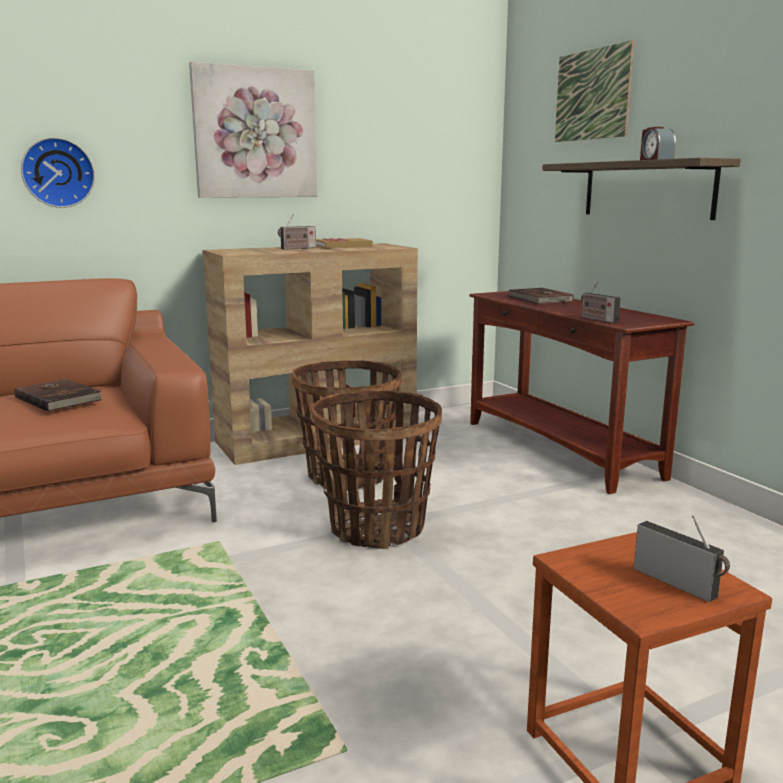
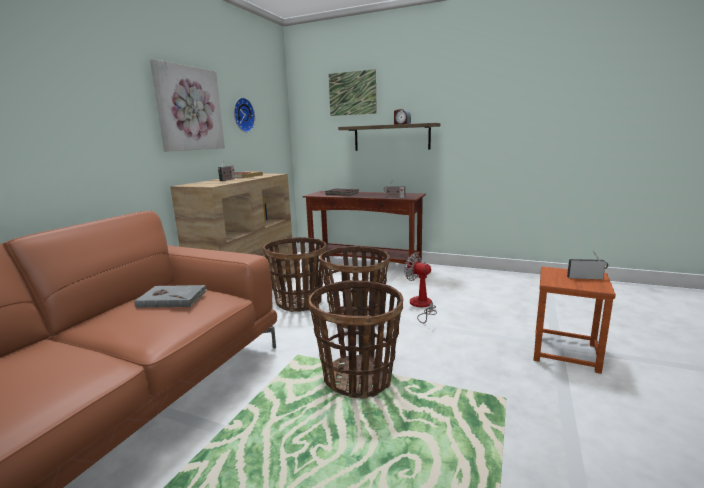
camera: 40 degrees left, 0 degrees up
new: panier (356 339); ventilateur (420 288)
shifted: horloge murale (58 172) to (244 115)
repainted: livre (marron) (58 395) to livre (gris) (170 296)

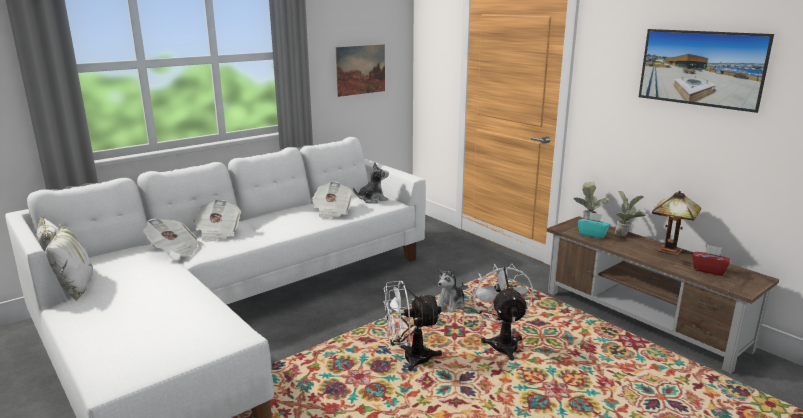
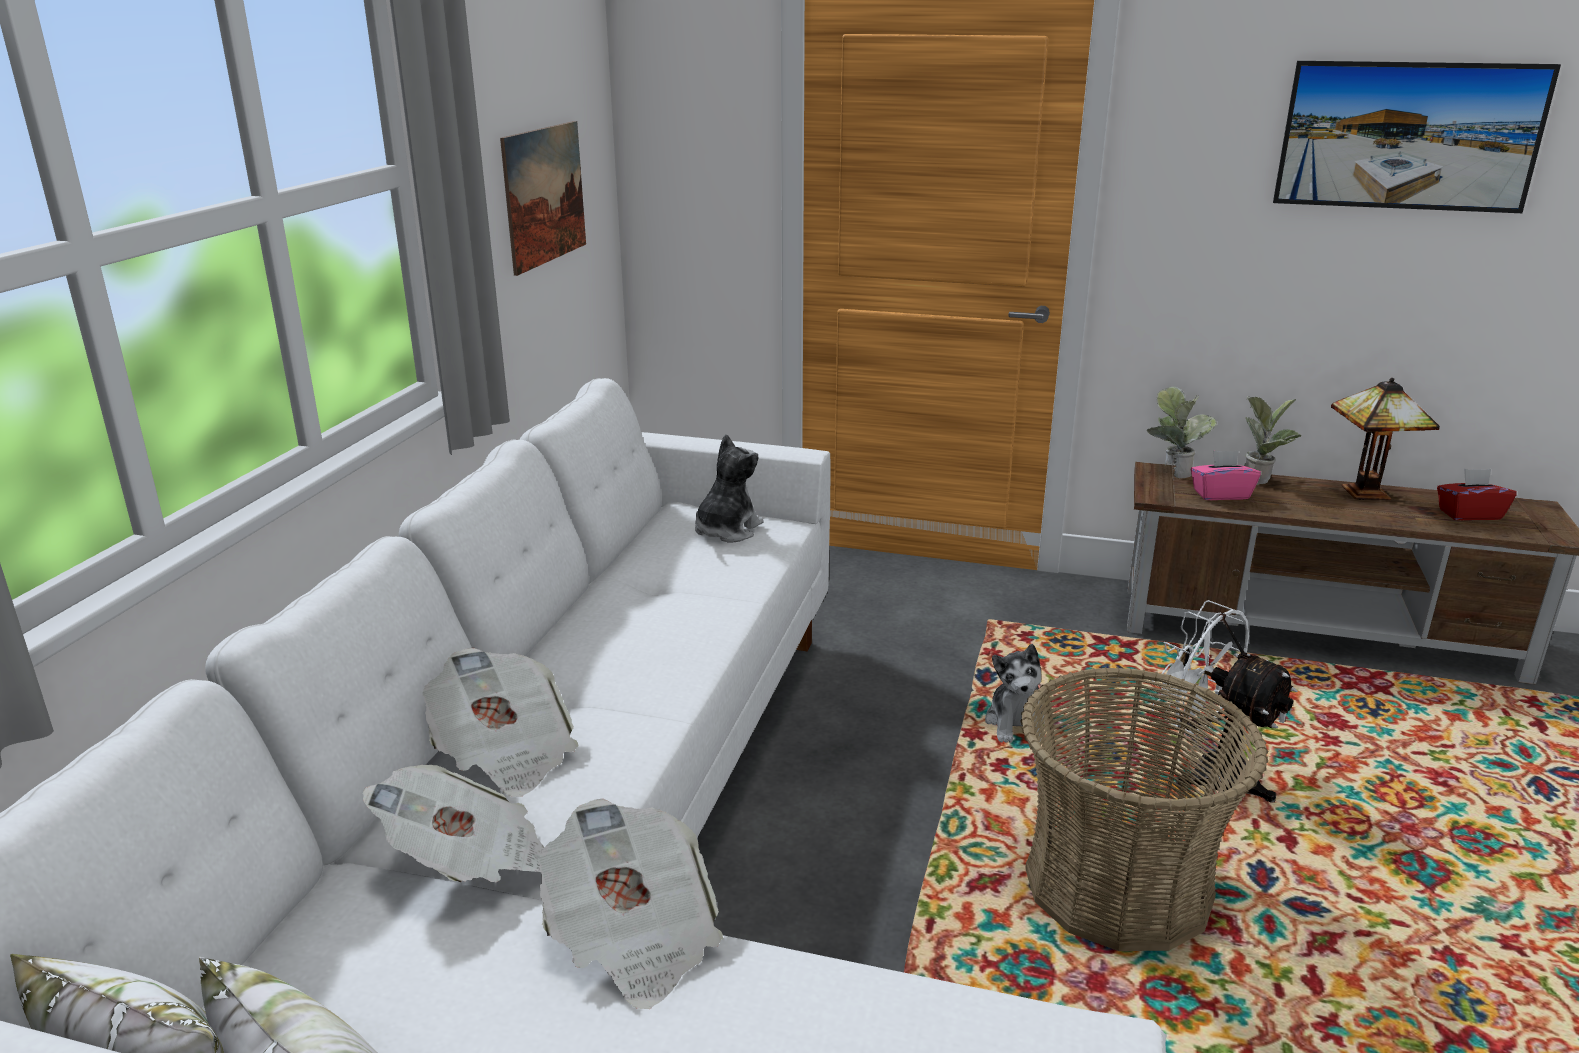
camera: 35 degrees left, 5 degrees up
shifted: journal (333 200) to (630 904)
swapped: ventilateur (blanc) (412 326) to panier (1144 809)
repainted: boîte à mouchoirs (turquoise) (594 225) to boîte à mouchoirs (rose) (1226 475)

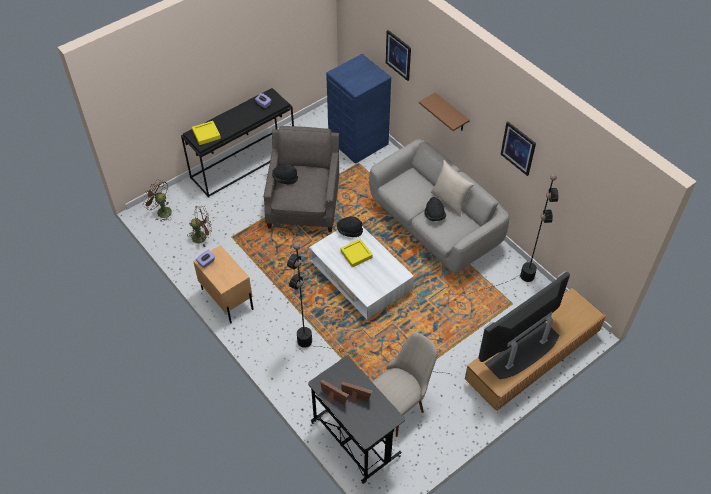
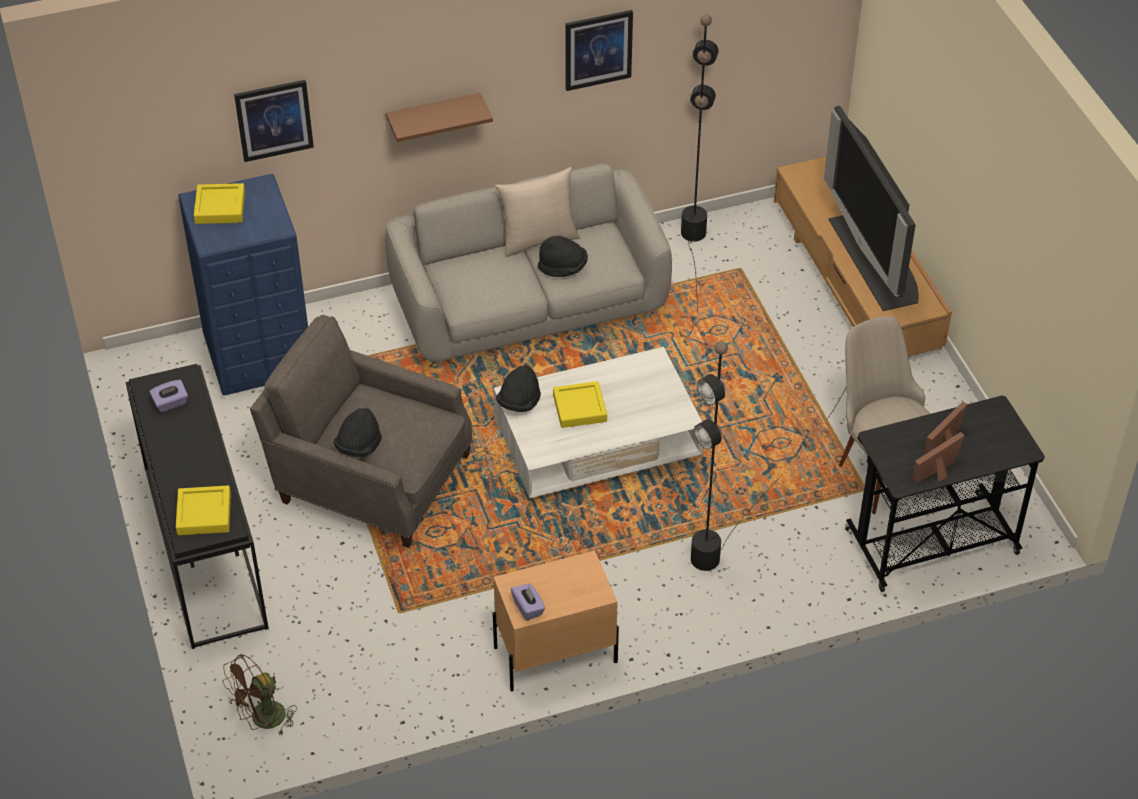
camera: 70 degrees left, 5 degrees down
gone: ventilateur (marron) (199 226)
new: plateau (jaune) (219 203)

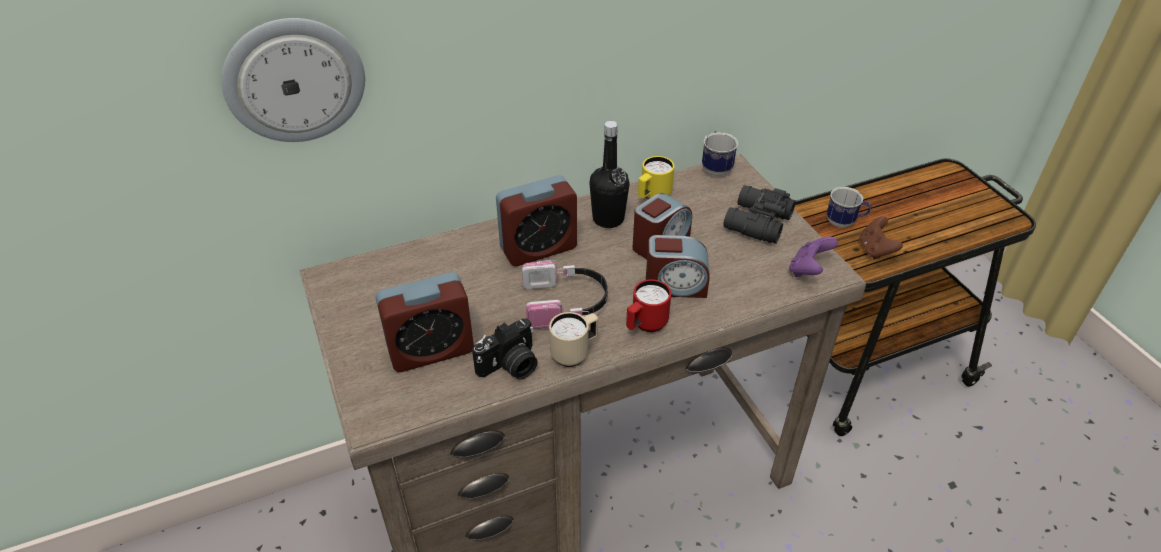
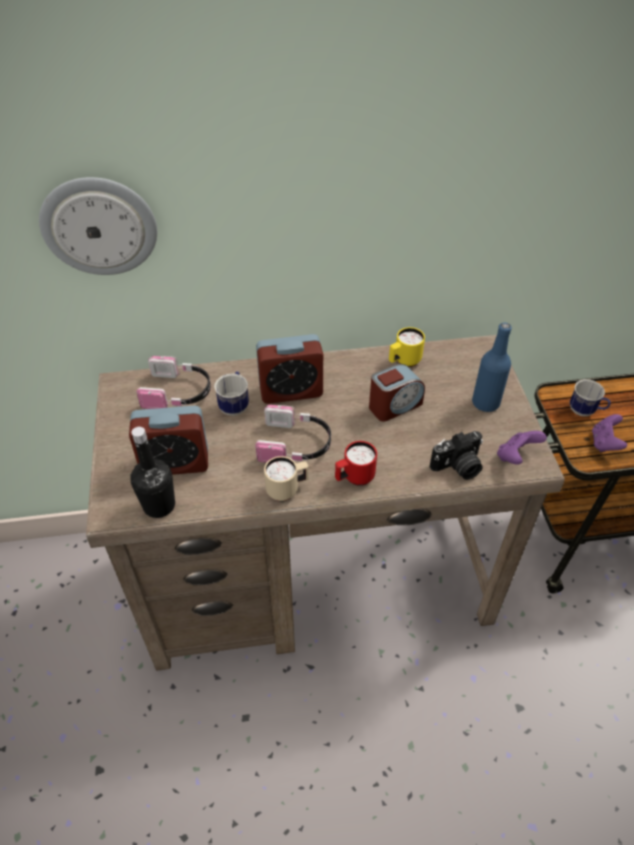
camera: 15 degrees right, 5 degrees up
gone: réveil (678 266)
new: casque audio (173 382)
shifted: bouteille (noir) (609 174) to (152 472); mug (720 153) to (231 393); appareil photo (505 349) to (456 455)
swapped: jumelles (noir) (759 214) to bouteille (bleu) (492 367)
repainted: manette (marron) (881 238) to manette (violet) (609 433)

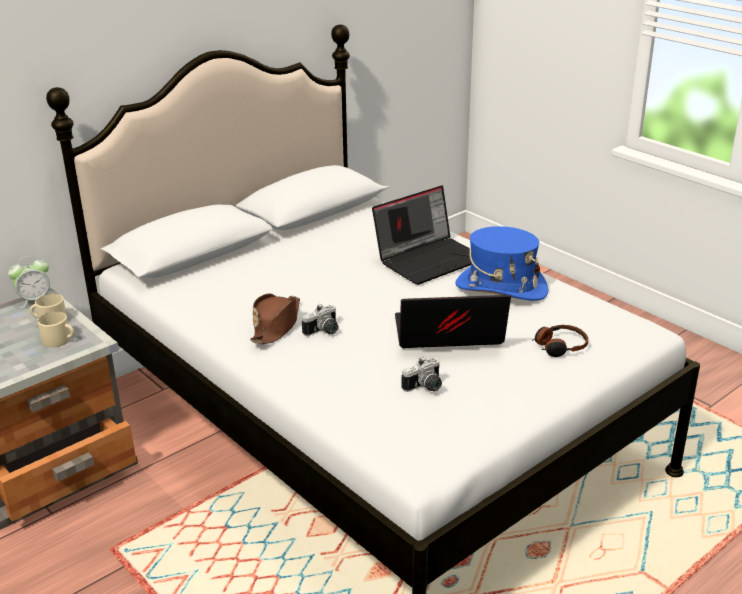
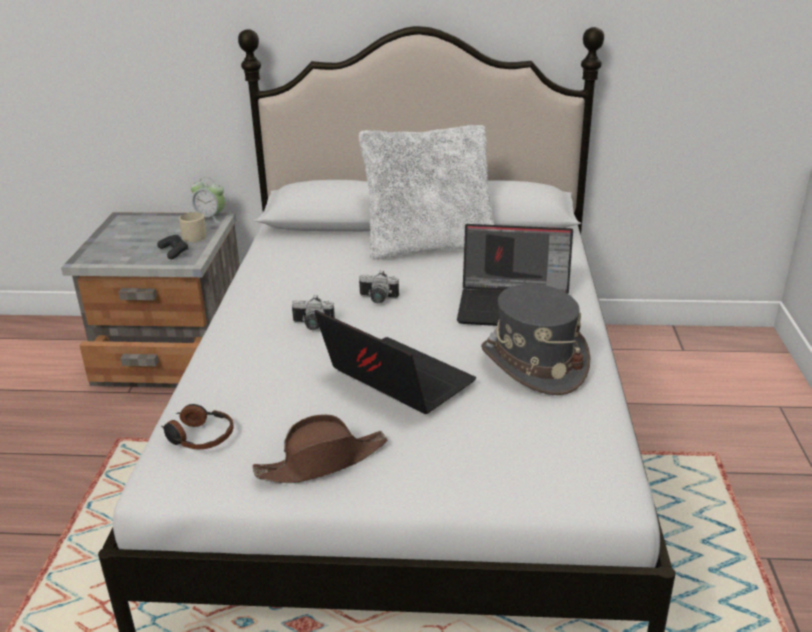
camera: 45 degrees right, 0 degrees up
new: coussin (blanc) (426 192)
shifted: casque audio (560 341) to (197 427); chapeau (marron) (275 319) to (319 448); appareil photo (421 374) to (379 286)
swapped: mug (beige) (56 330) to manette (noir) (172 247)
repainted: chapeau (bleu) (501 263) to chapeau (gris) (535 339)

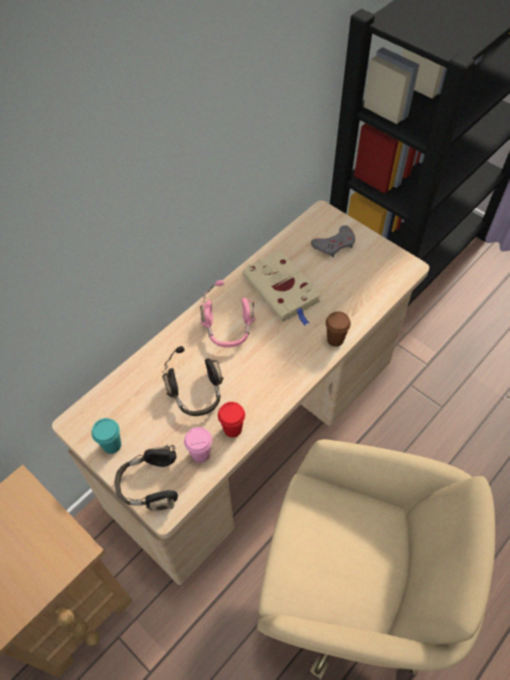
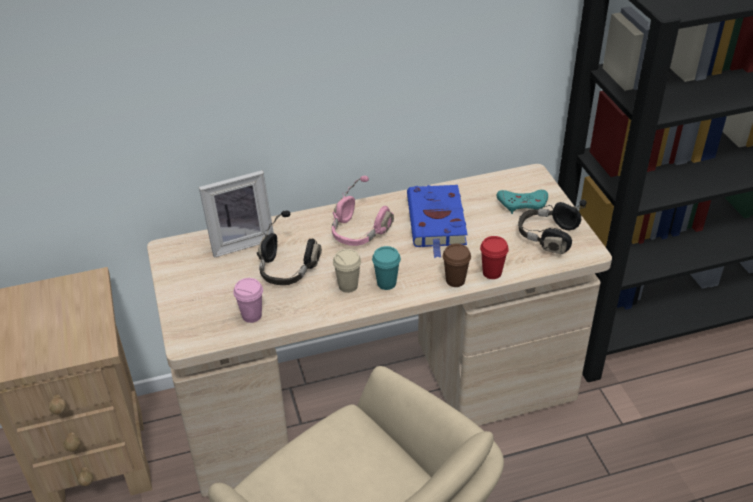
camera: 30 degrees right, 15 degrees down
new: cadre photo (236 214); tasse (beige) (347 271)
shifted: tasse (turquoise) (106 436) to (386 268); tasse (rouge) (231 419) to (494 257); casque audio (noir) (146 477) to (552 226)
repainted: livre (beige) (281 288) to livre (bleu) (437 221); manette (gris) (333 241) to manette (turquoise) (522 202)

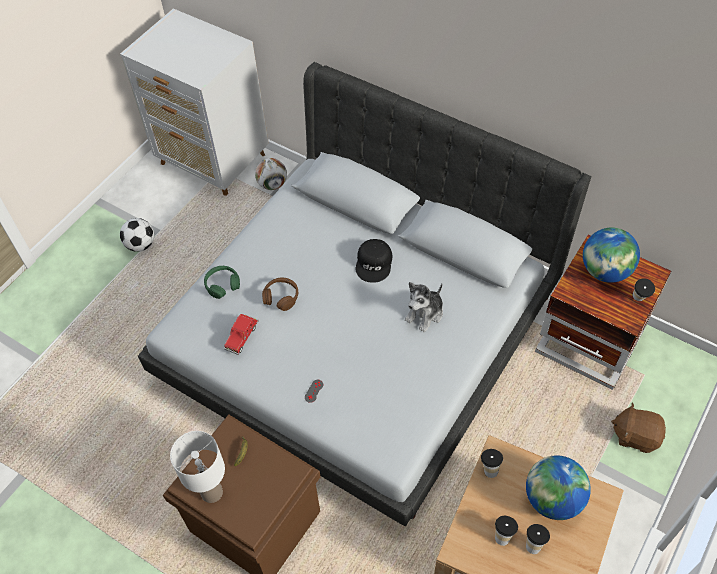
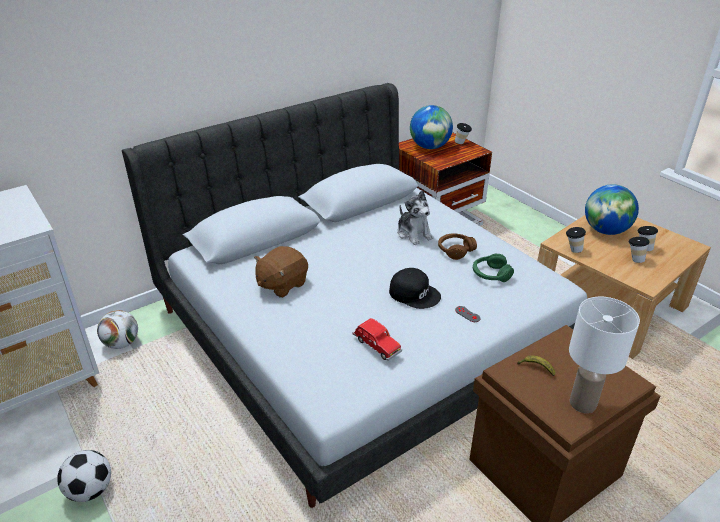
camera: 70 degrees left, 20 degrees down
shifted: peluche (marron) (638 427) to (281 272); casquette (noir) (374 261) to (415 288); casque audio (marron) (280 294) to (457 246); casque audio (vert) (222 282) to (493 267)

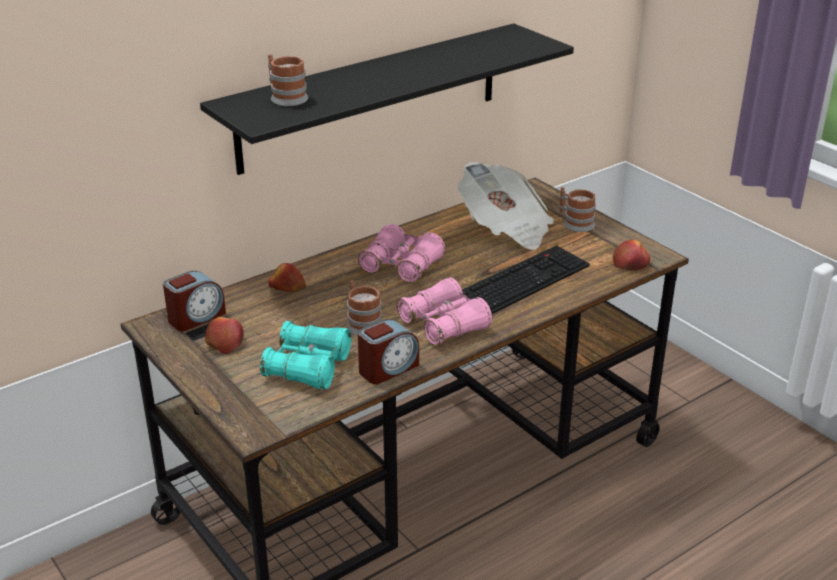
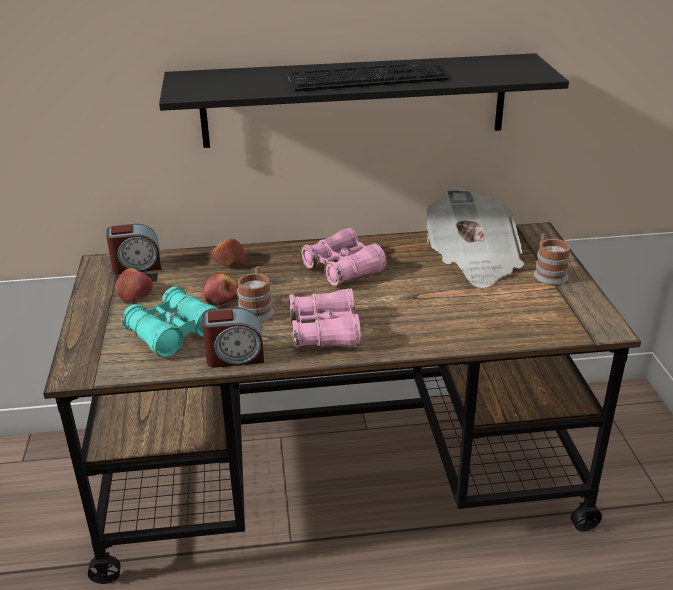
camera: 30 degrees right, 0 degrees up
gone: mug (288 80)
shifted: pomme (631 255) to (220 289); clavier (526 279) to (368 77)

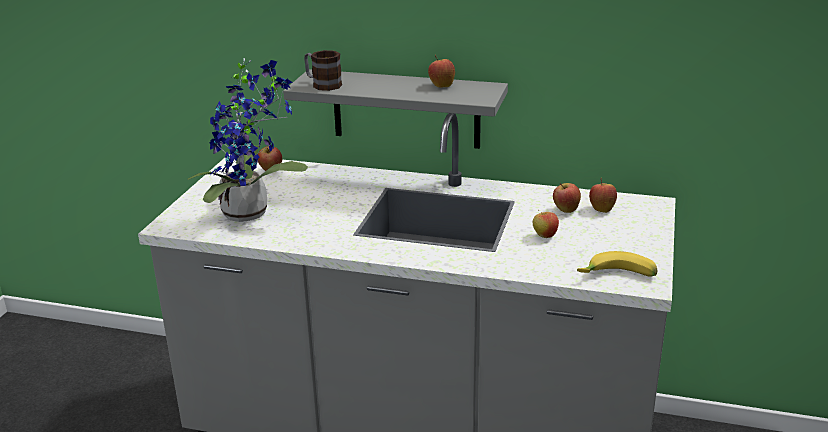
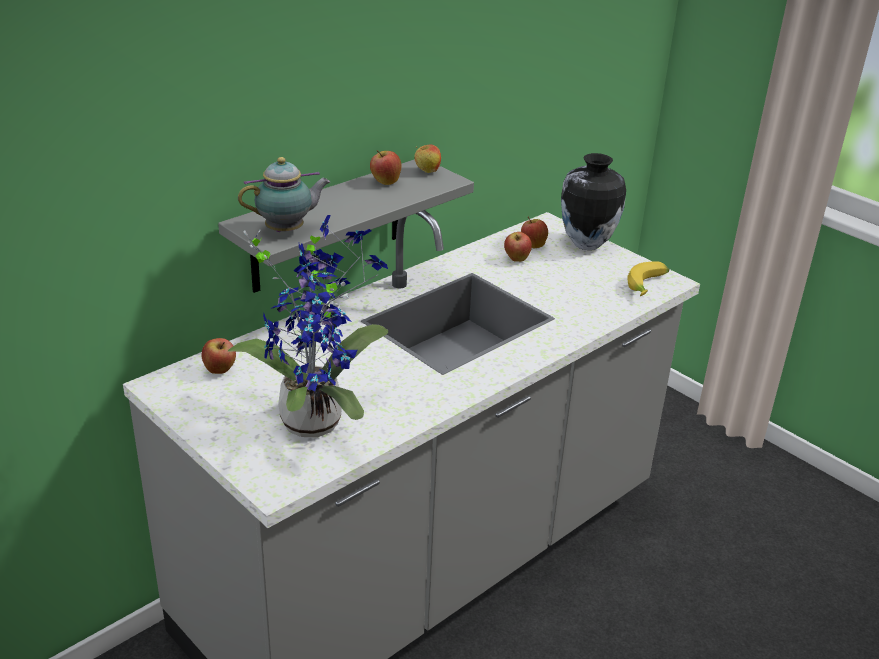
camera: 60 degrees left, 5 degrees up
new: vase (593 201)
shifted: pomme (546 223) to (427 158)
swapped: mug (323 70) to théière (284 194)

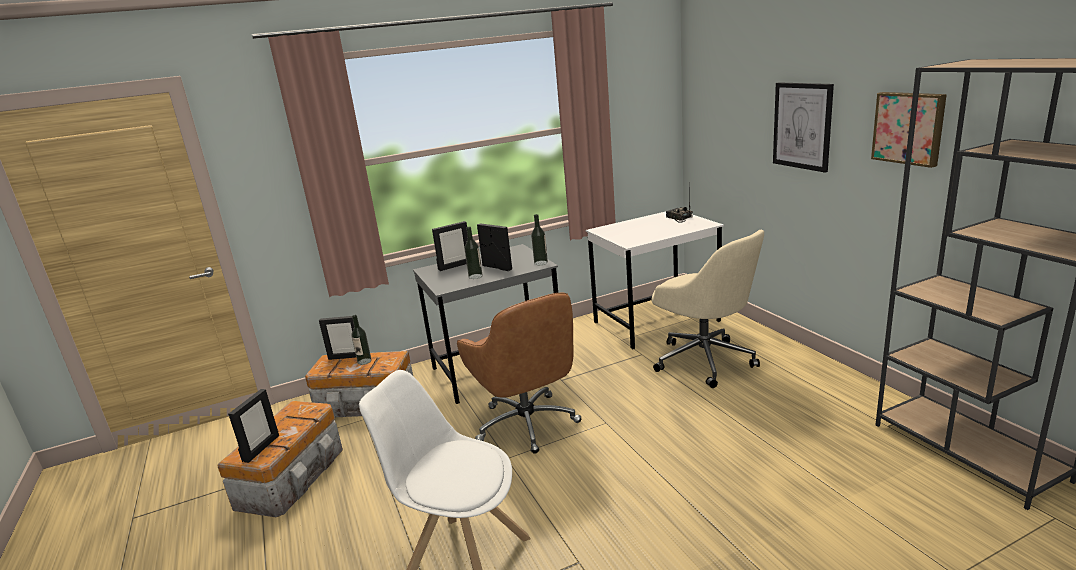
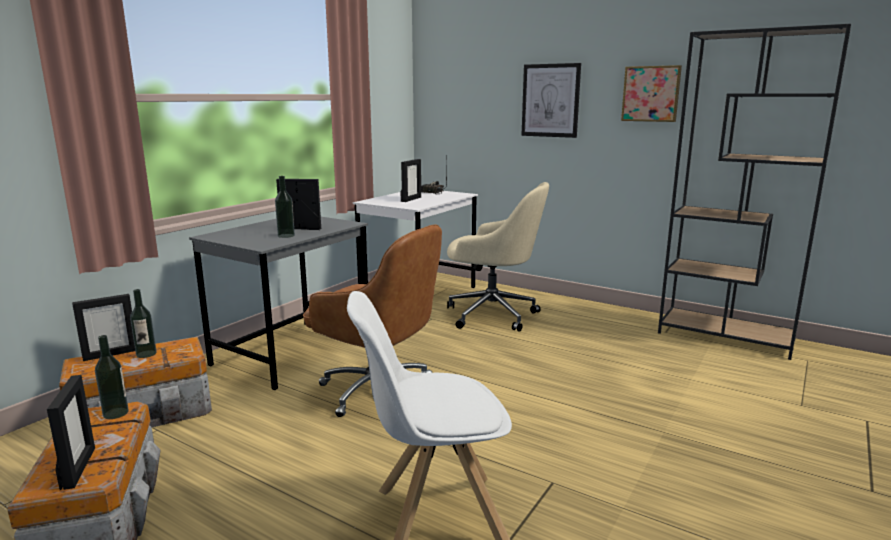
camera: 35 degrees left, 5 degrees down
shifted: bouteille (539 239) to (112 377); cadre photo (450 246) to (411 180)

